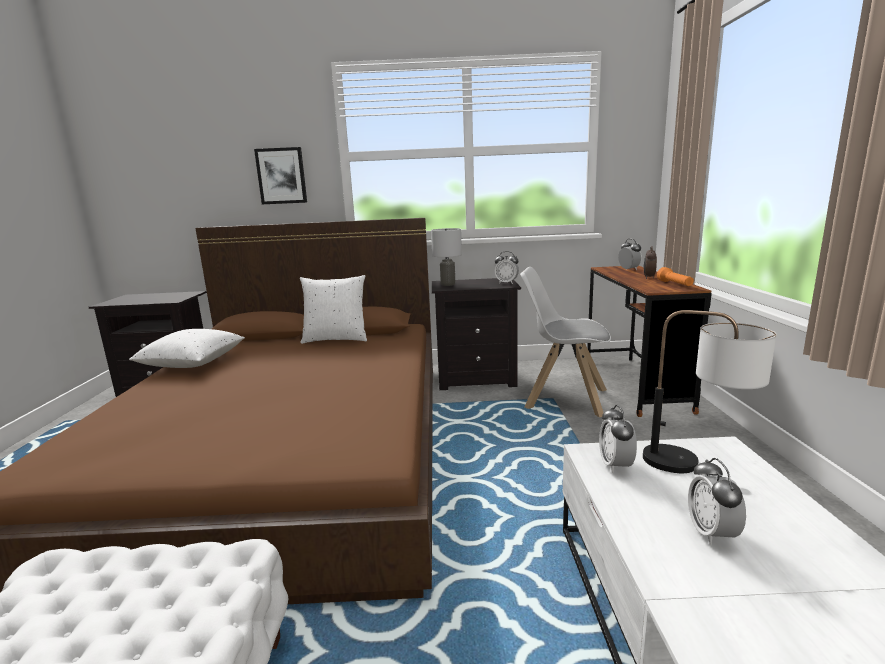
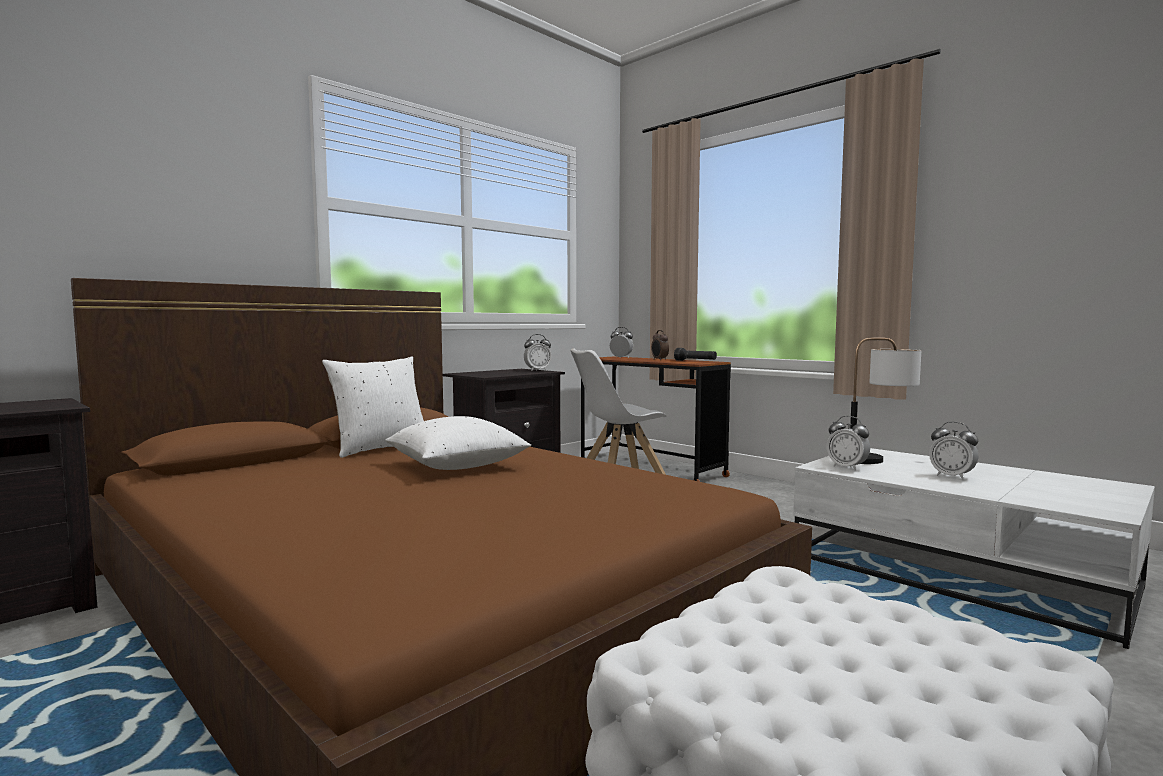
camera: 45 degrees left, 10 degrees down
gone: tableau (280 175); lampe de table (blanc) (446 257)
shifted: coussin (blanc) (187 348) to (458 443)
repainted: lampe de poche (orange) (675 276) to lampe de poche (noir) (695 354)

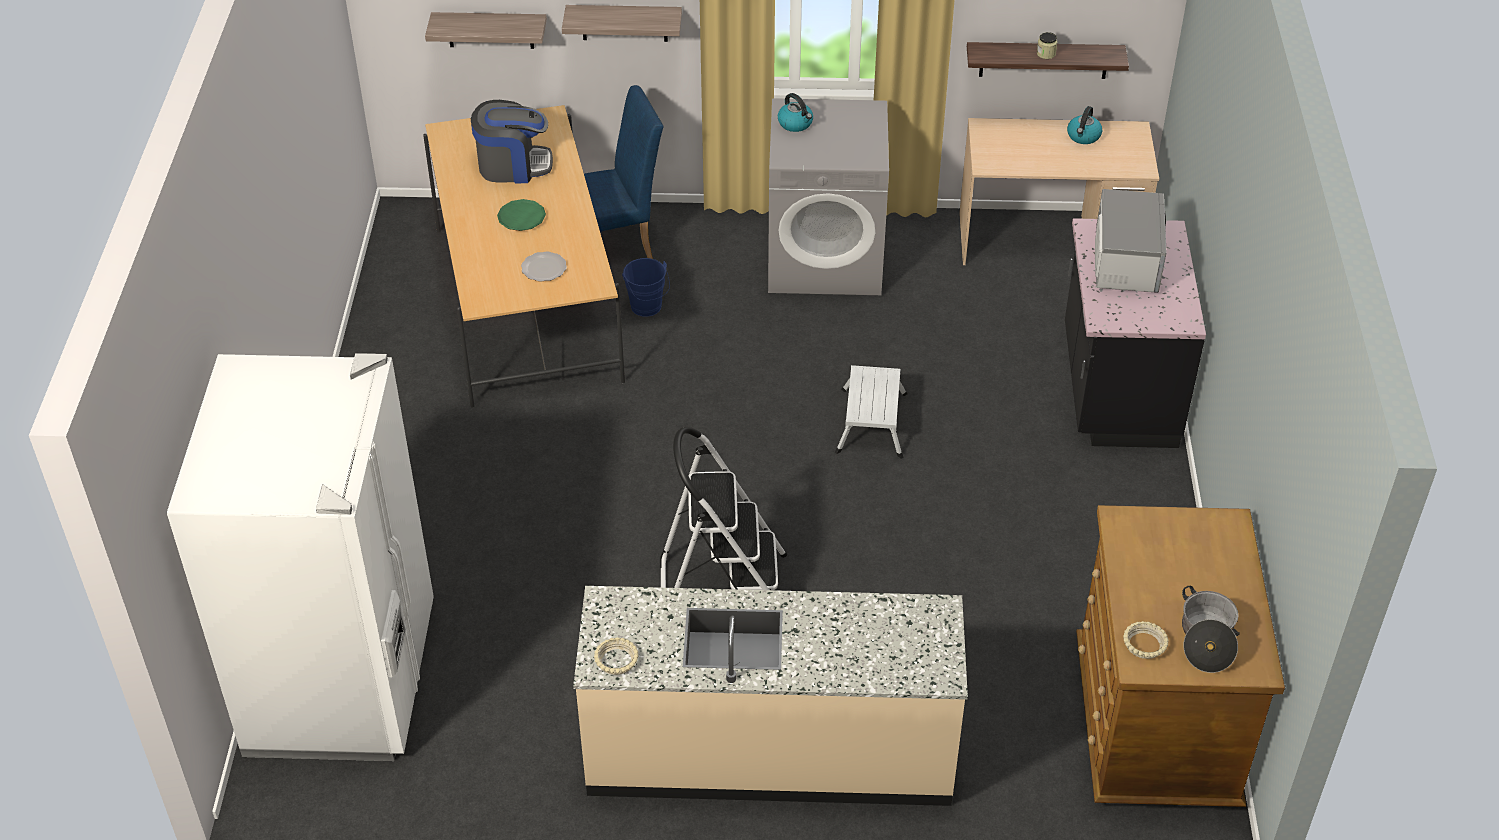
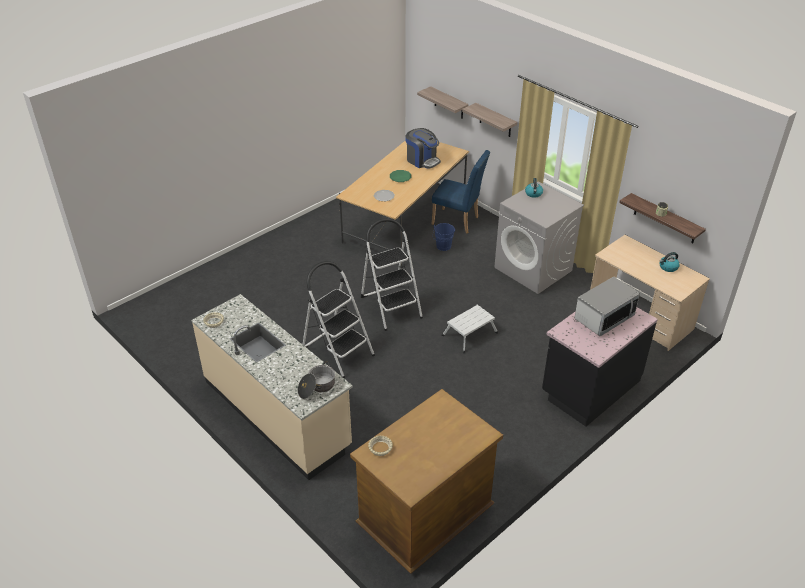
camera: 45 degrees right, 5 degrees down
gone: réfrigérateur (blanc) (300 557)
new: escabeau (392 274)
shifted: marmite (1211 629) to (316 380)

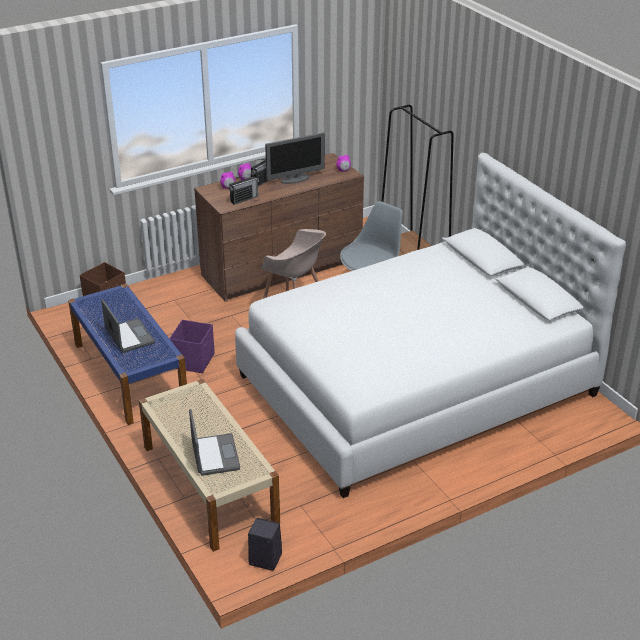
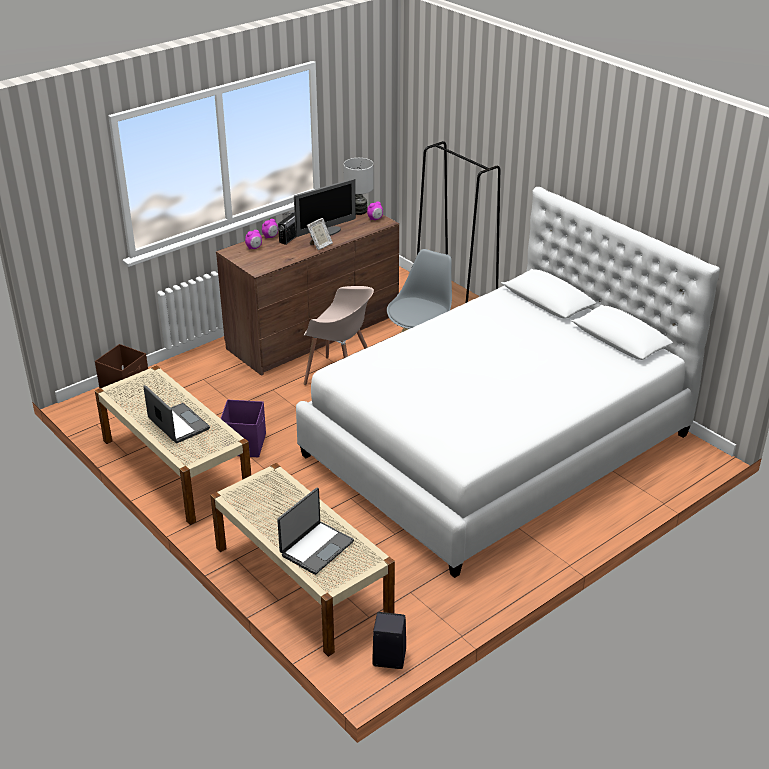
camera: 10 degrees left, 0 degrees up
gone: radio (244 191)
new: cadre photo (320 234); lampe de table (gris) (358 186)
repainted: banc (bleu) (127 354) to banc (beige) (174 445)
rotated: ordinateur portable (214 442) = (315 531) 60 degrees clockwise

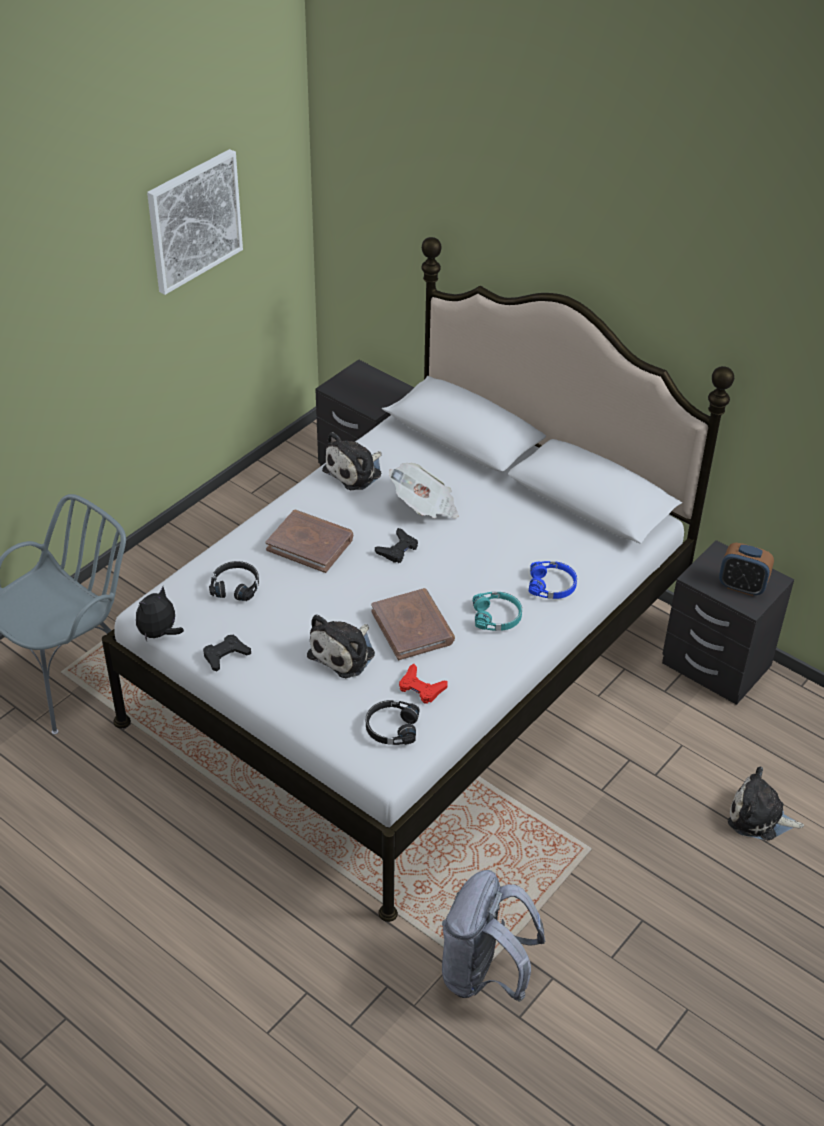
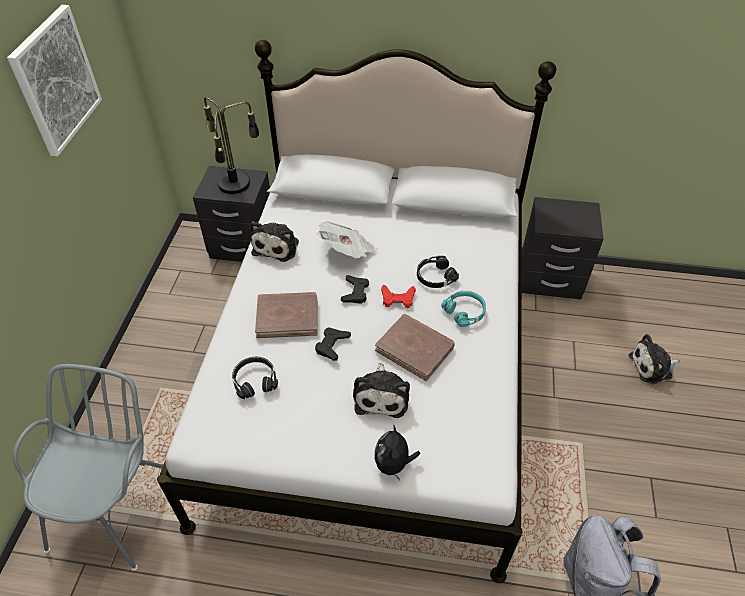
camera: 30 degrees left, 5 degrees up
gone: casque audio (bleu) (553 580); réveil (746 569)
new: lampe de table (231 145)
shifted: manette (noir) (227 653) to (333 344); peluche (160 614) to (397 452); manette (rouge) (423 684) to (398 296); casque audio (noir) (392 722) to (438 272)

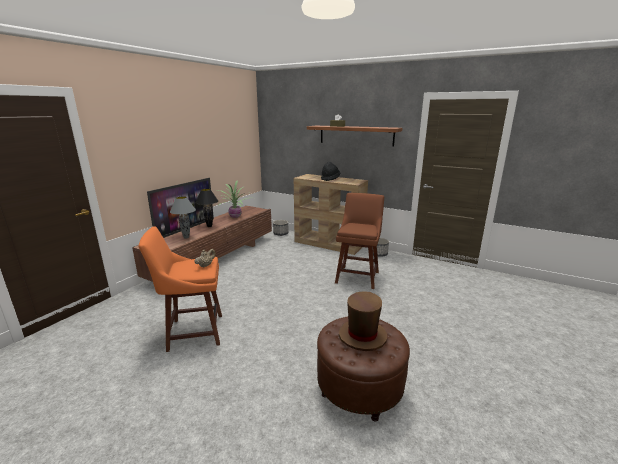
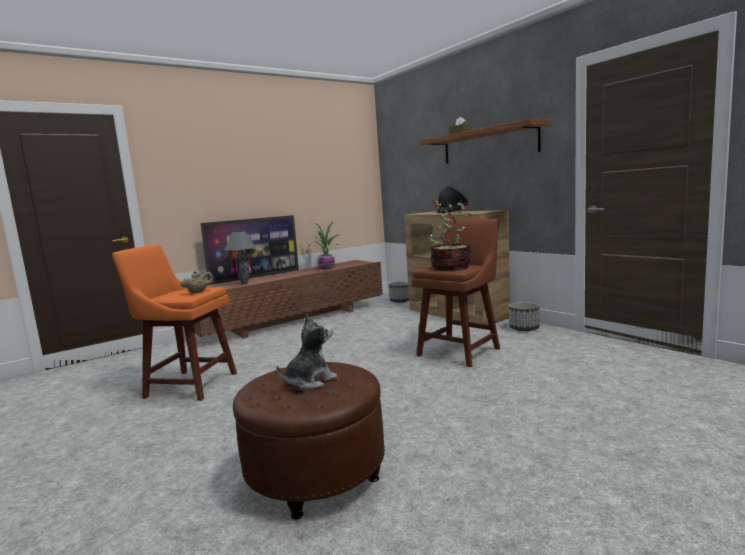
camera: 25 degrees right, 10 degrees down
gone: lampe de table (noir) (206 208)
new: plante en pot (449 235)
swapped: chapeau (marron) (363 321) to peluche (307 351)

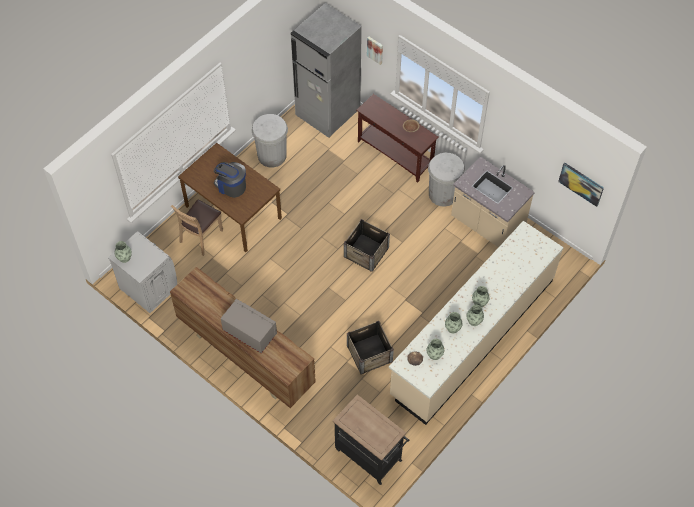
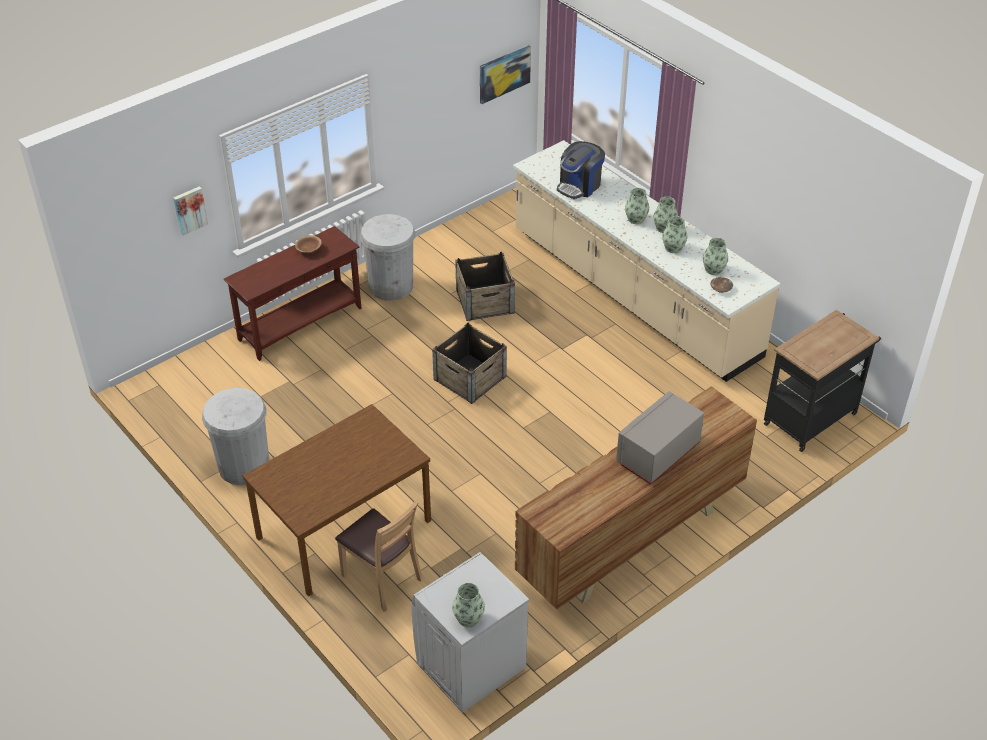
camera: 80 degrees left, 15 degrees down
gone: réfrigérateur (gris) (326 70); comptoir de cuisine (beige) (493 201)
shifted: caisse (370 347) to (485 286); machine à café (230 180) to (581 170)

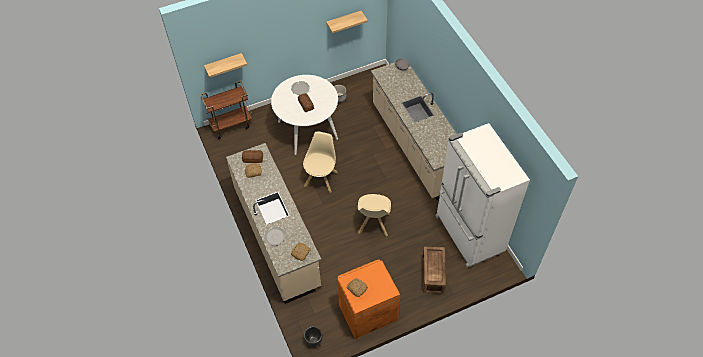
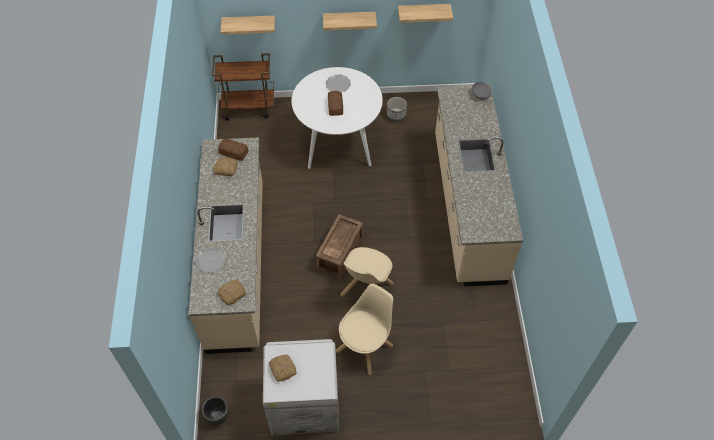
camera: 20 degrees right, 0 degrees up
gone: réfrigérateur (blanc) (482 195)
new: étagère (350 21)
shifted: caisse (434 270) to (339 246); chaise (beige) (320 162) to (364 329)
repainted: lave-linge (orange) (368 299) to lave-linge (blanc) (301 387)

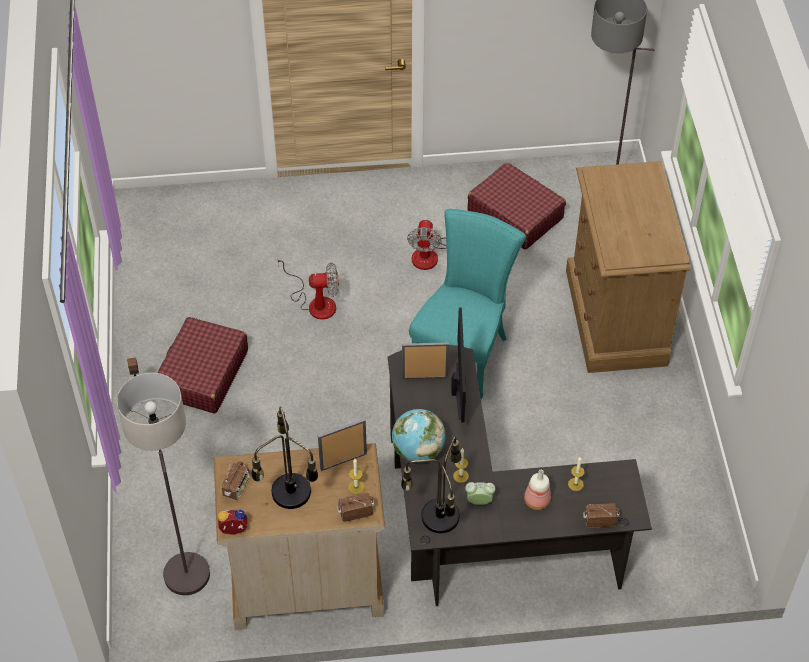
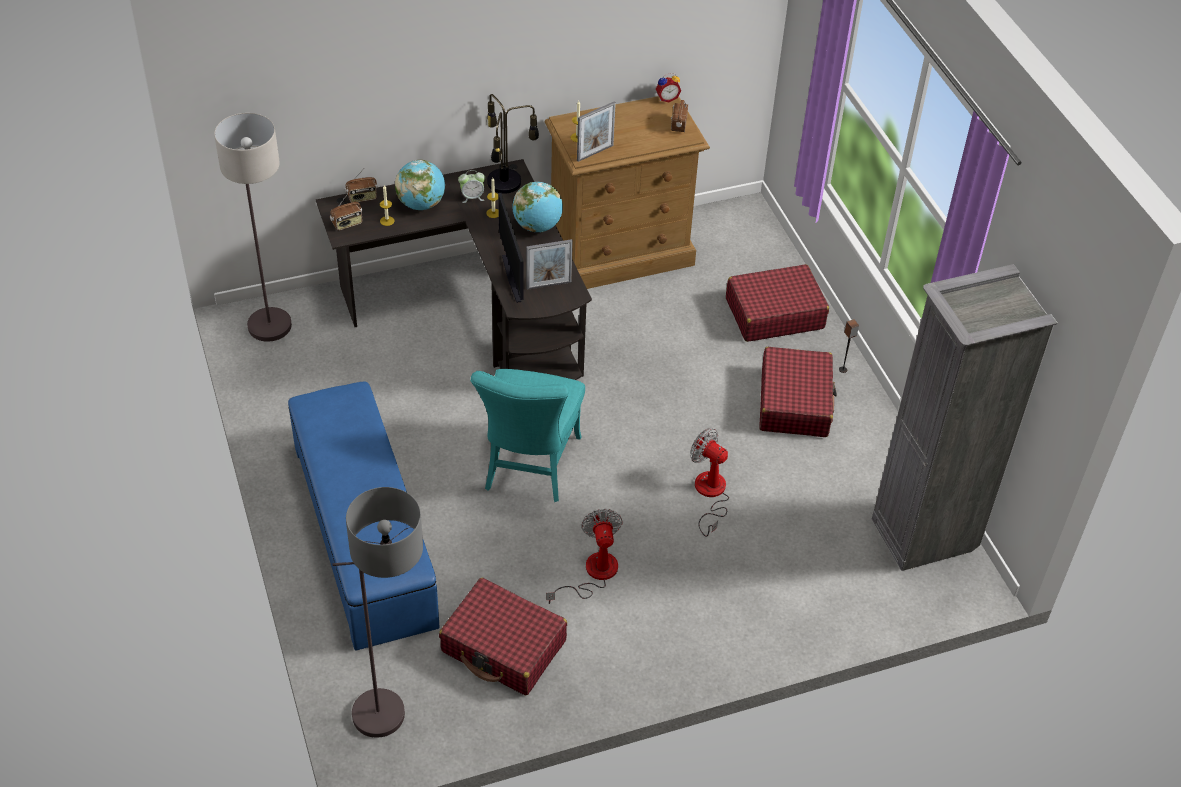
camera: 165 degrees right, 5 degrees down
gone: lampe de table (285 458)
new: valise (rouge) (777 303); meuble de rangement (gris) (964 417)
shifted: lampadaire (gris) (163 484) to (253 227); radio (356 507) to (346 212)
swapped: commode (marron) (628 267) to banc (bleu) (364 516); bouteille (537 490) to globe (420 185)
rotated: ventilateur (308 287) = (709 482) 60 degrees clockwise

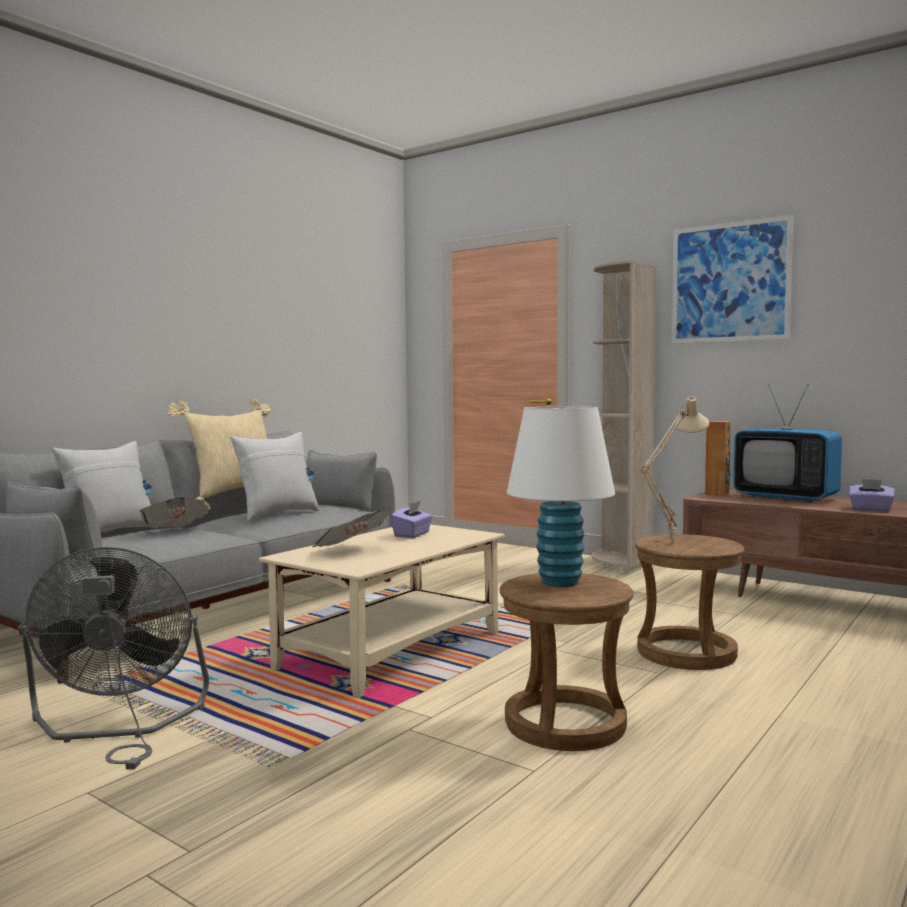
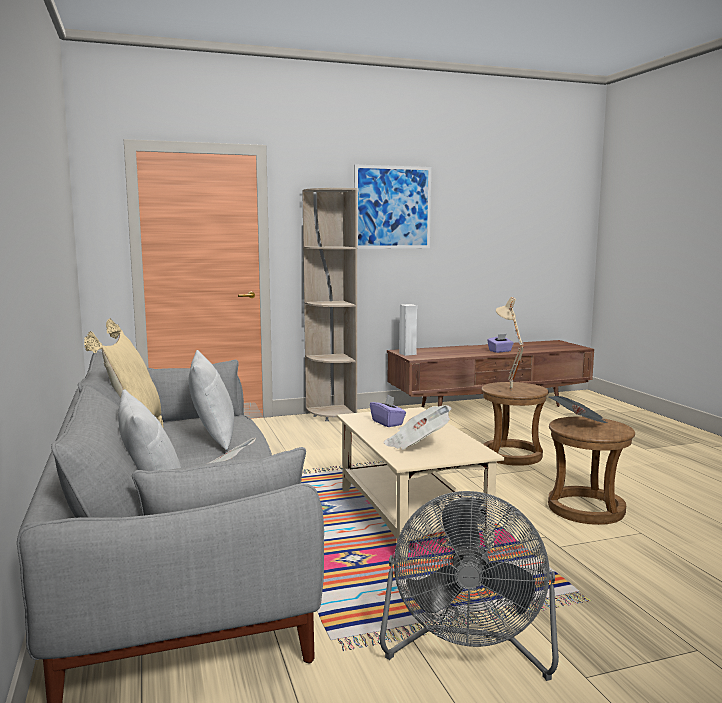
camera: 55 degrees left, 5 degrees up
gone: téléviseur (787 443)
swapped: lampe de table (blanc) (561 496) to journal (578 409)
repainted: enceinte (marron) (718 458) to enceinte (blanc) (408 330)
rotated: ventilateur (gris) (113 658) = (469 586) 105 degrees counterclockwise

